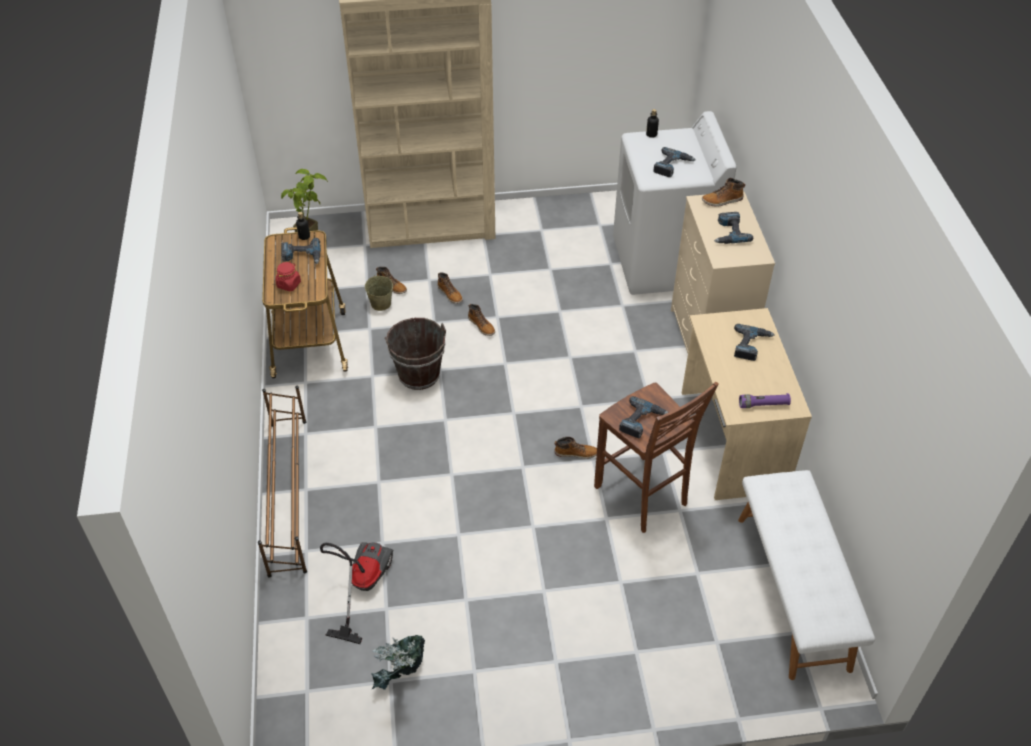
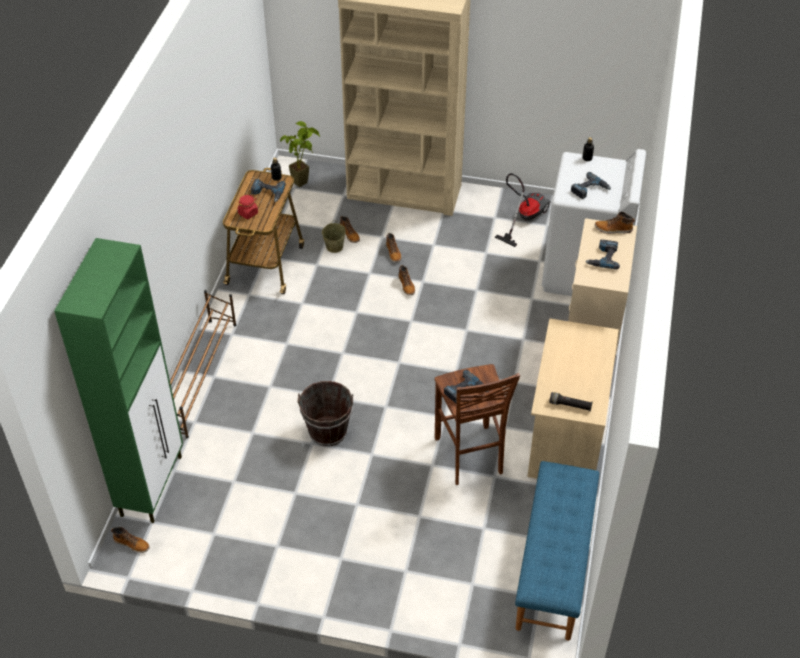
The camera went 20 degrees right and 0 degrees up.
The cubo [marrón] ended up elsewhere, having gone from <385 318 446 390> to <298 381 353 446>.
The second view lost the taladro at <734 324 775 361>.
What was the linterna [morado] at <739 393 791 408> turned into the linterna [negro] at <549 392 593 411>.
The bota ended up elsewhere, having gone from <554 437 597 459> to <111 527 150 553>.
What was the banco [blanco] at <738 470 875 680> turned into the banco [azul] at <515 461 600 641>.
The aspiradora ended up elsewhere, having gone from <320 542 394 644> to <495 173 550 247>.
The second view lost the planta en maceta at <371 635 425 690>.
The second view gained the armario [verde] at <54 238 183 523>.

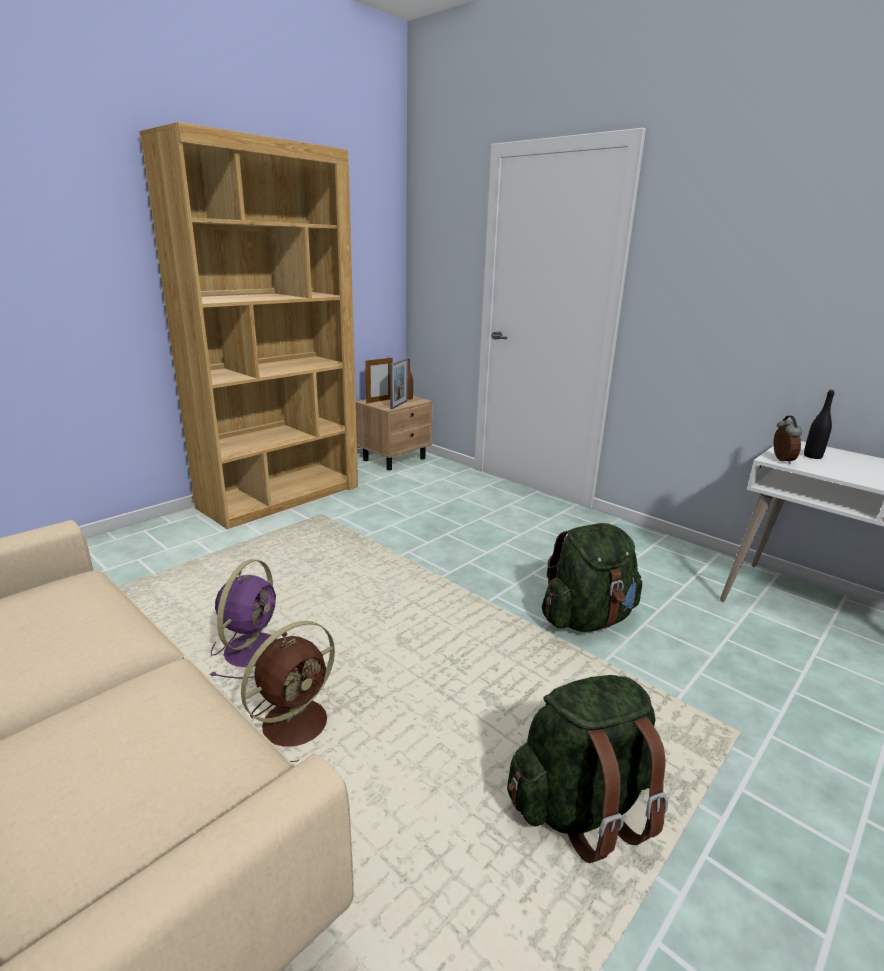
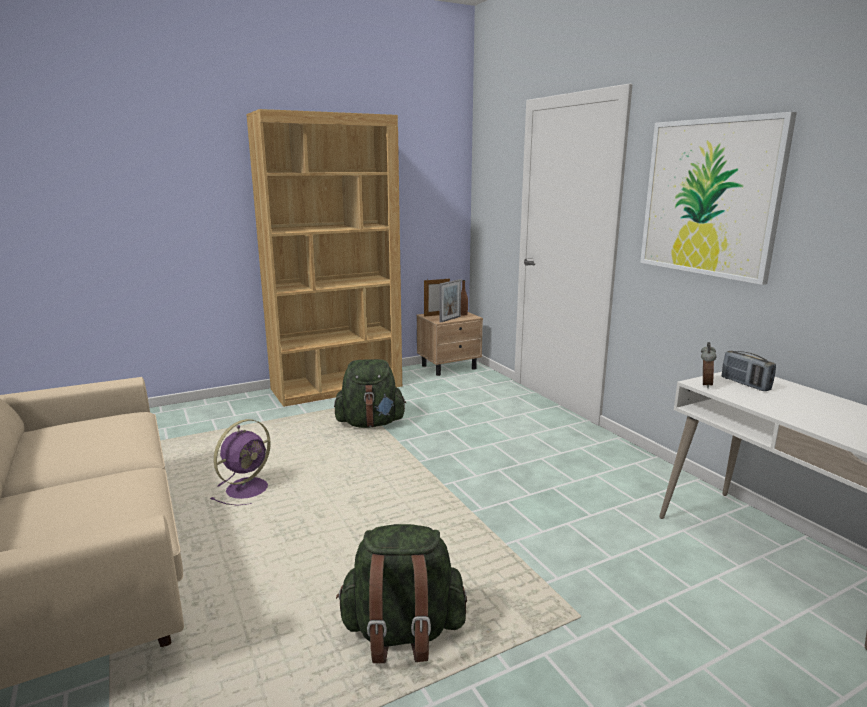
The camera went 20 degrees right and 5 degrees down.
Where the botella [negro] stood at <804 390 834 459>, the radio came to stand at <722 351 776 391>.
The mochila [verde] ended up elsewhere, having gone from <542 523 642 632> to <334 359 406 428>.
The second view lost the ventilador [marrón] at <241 621 335 762>.
The second view gained the cuadro at <640 112 797 285>.

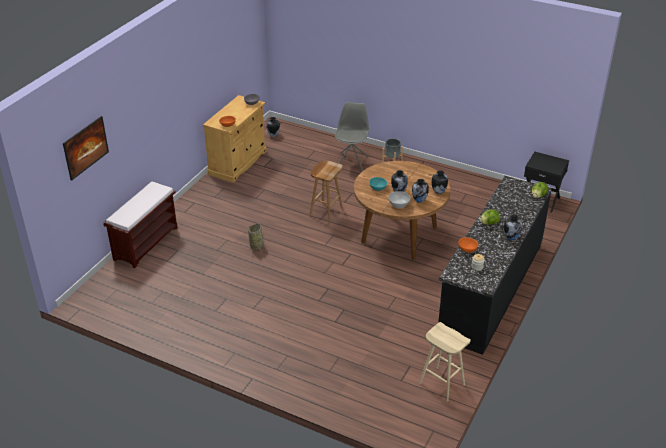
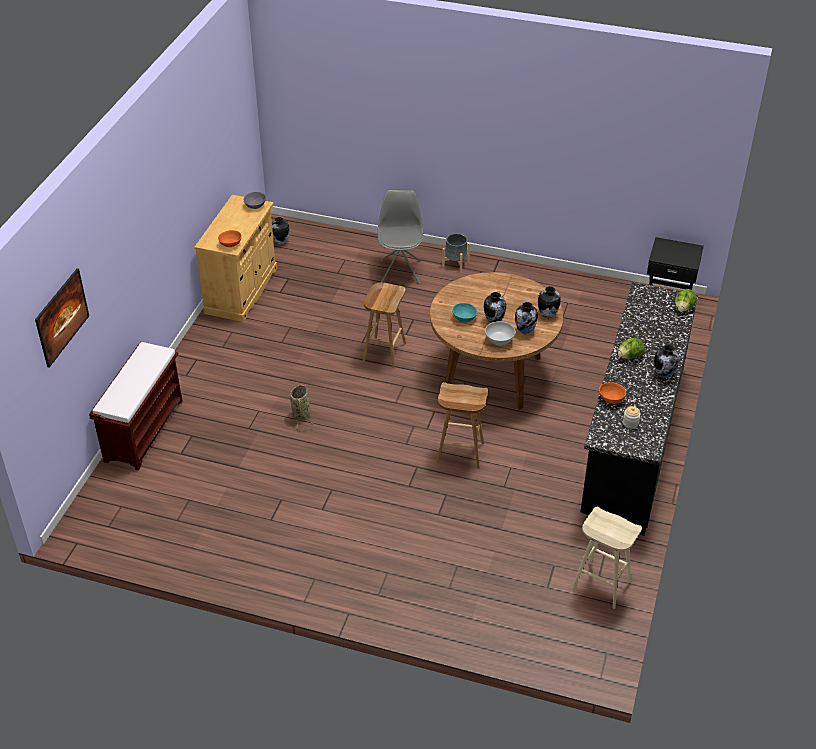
The camera went 10 degrees left and 5 degrees up.
The second view gained the taburete [marrón] at <436 382 488 469>.

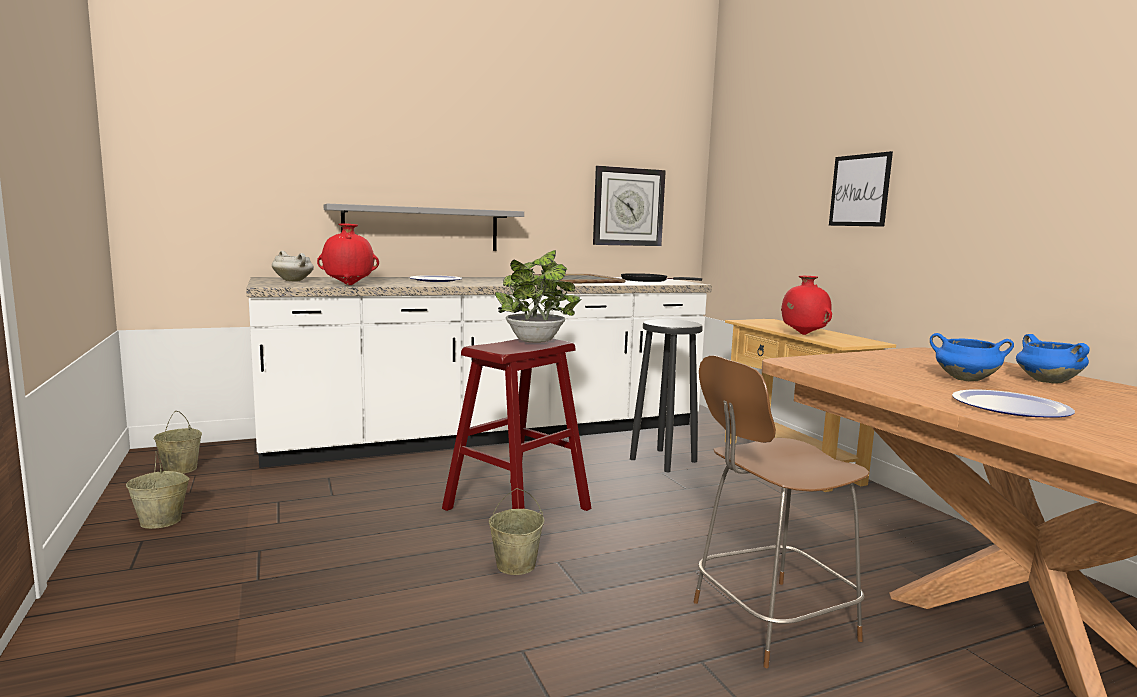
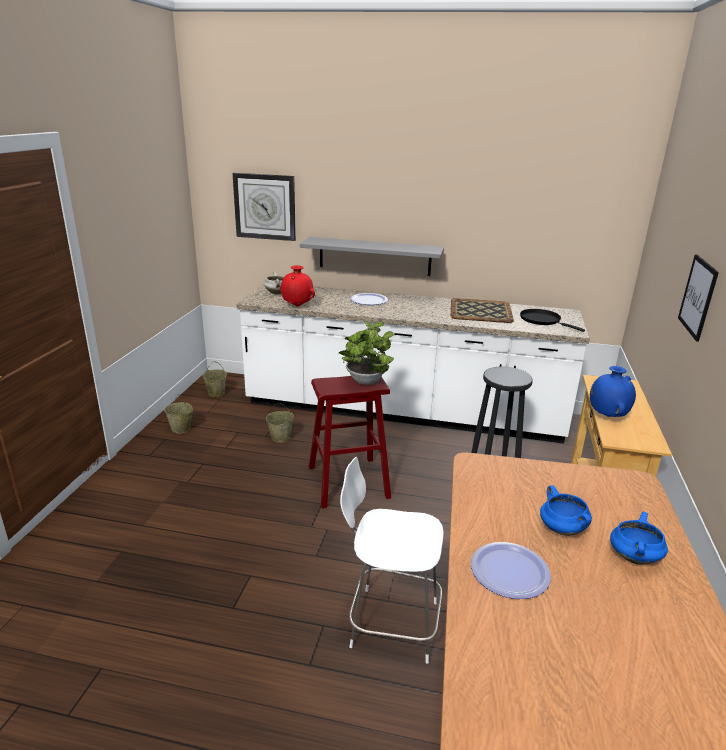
The camera went 35 degrees right and 15 degrees up.
The reloj de pared ended up elsewhere, having gone from <593 166 666 246> to <232 173 296 241>.
What was the florero [rojo] at <781 276 832 335> turned into the florero [azul] at <590 366 636 417>.
What was the silla [marrón] at <694 355 870 668> turned into the silla [blanco] at <340 457 444 664>.
The cubo [beis] ended up elsewhere, having gone from <489 488 544 575> to <266 403 294 443>.

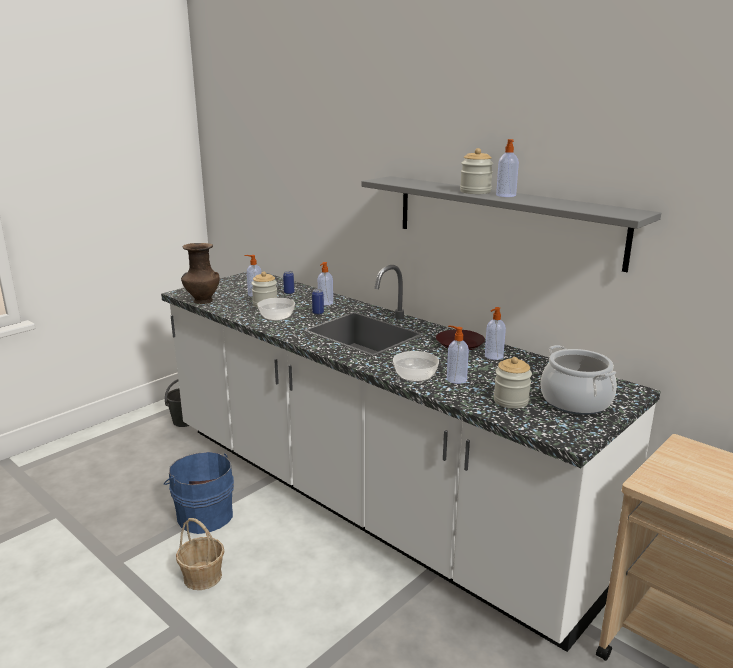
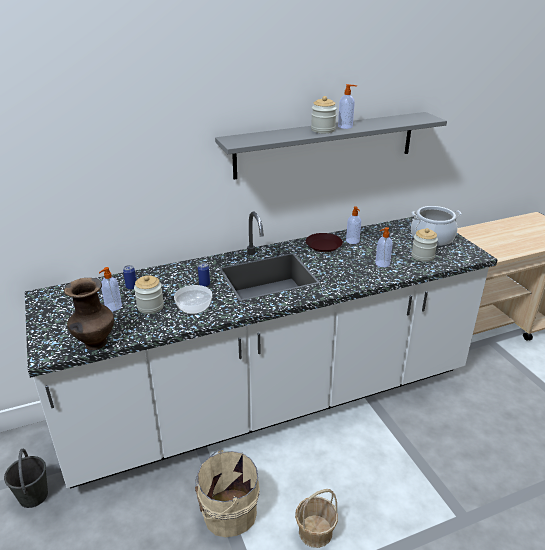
The camera went 65 degrees left and 10 degrees up.
The second view lost the dispensador de jabón at <318 262 333 305>.
The second view lost the cuenco at <393 351 439 382>.
What was the cubo [azul] at <164 452 234 534> turned into the cubo [beis] at <195 450 260 537>.

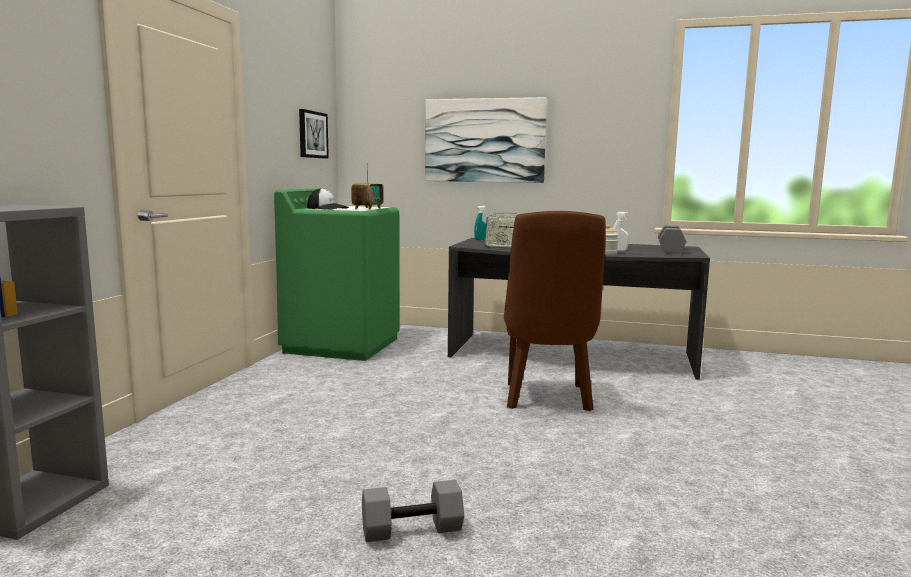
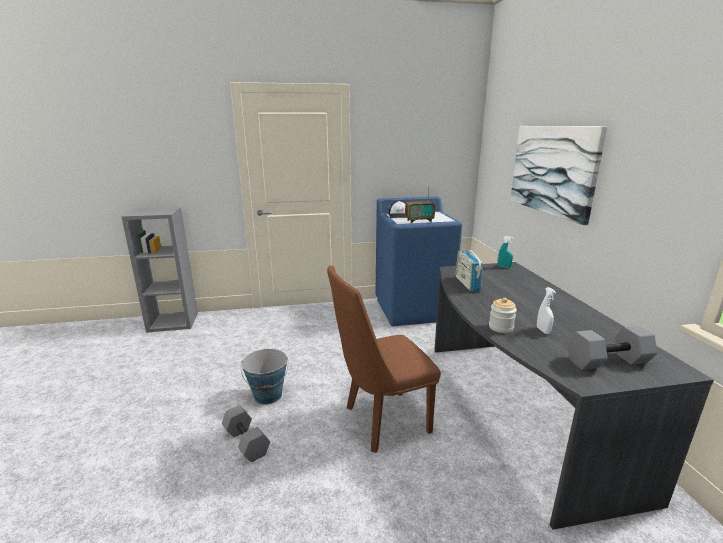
The camera went 65 degrees right and 10 degrees up.
The second view lost the cuadro at <299 109 329 159>.
What was the lavadora [verde] at <274 188 399 361> turned into the lavadora [azul] at <375 197 462 326>.
The mancuerna [gris] ended up elsewhere, having gone from <362 480 464 542> to <222 405 270 462>.
The second view gained the cubo at <241 349 288 405>.

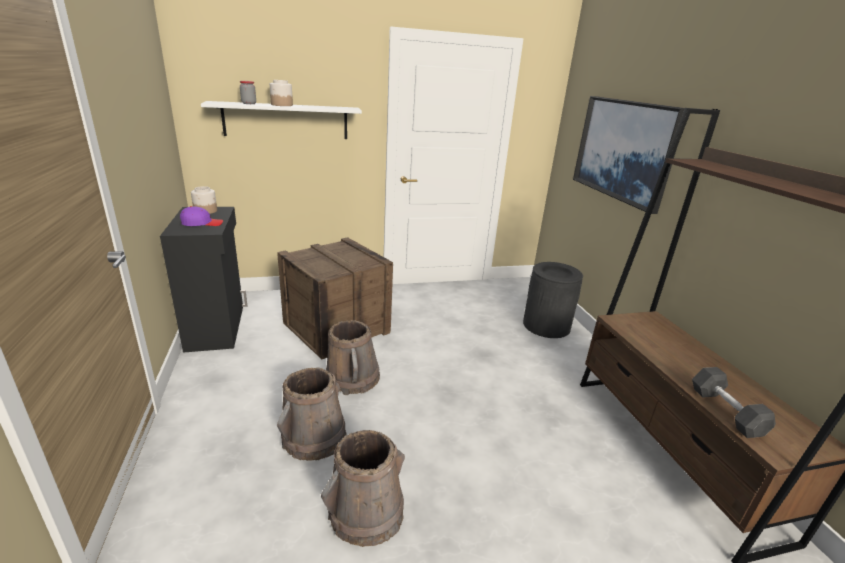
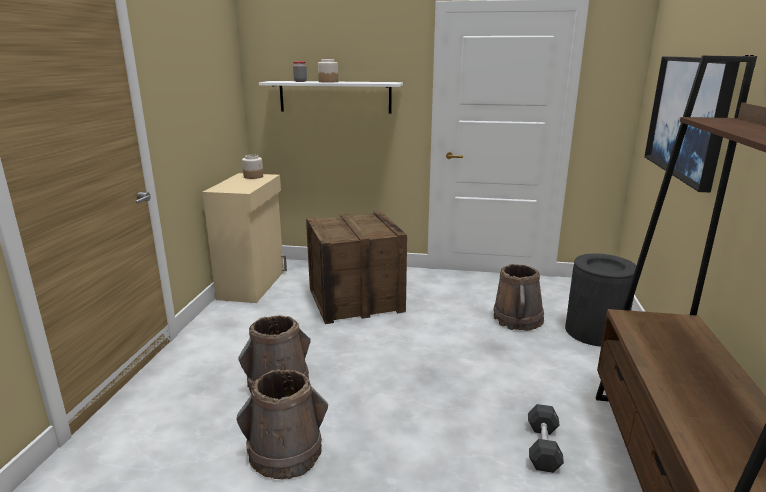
The camera went 25 degrees right and 5 degrees down.
The second view lost the gorra [morado] at <180 206 223 226>.
What was the armario [negro] at <160 207 247 353> turned into the armario [beis] at <203 173 287 303>.
The cubo [marrón] ended up elsewhere, having gone from <326 320 380 395> to <493 264 544 331>.
The mancuerna [gris] ended up elsewhere, having gone from <692 367 776 438> to <528 404 564 473>.

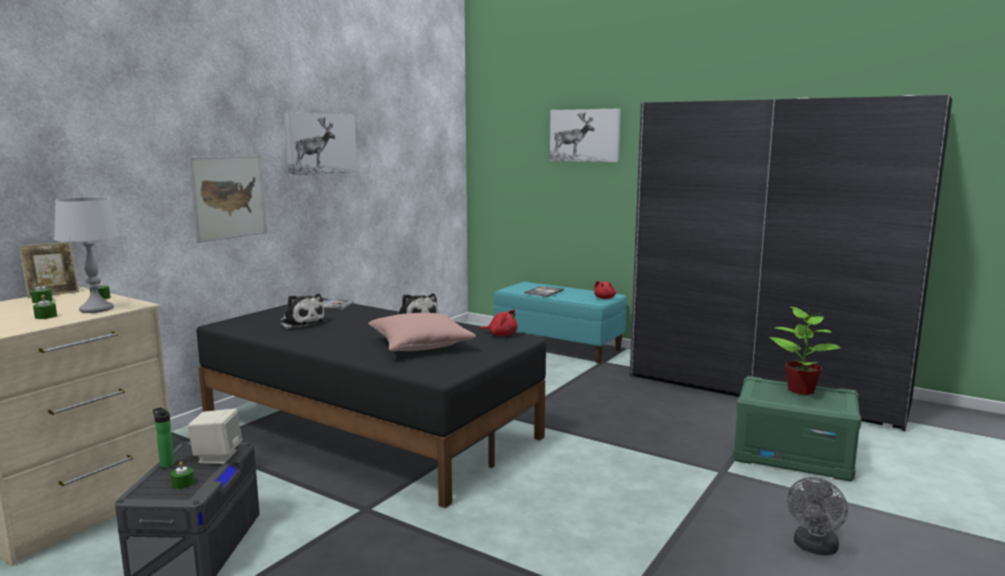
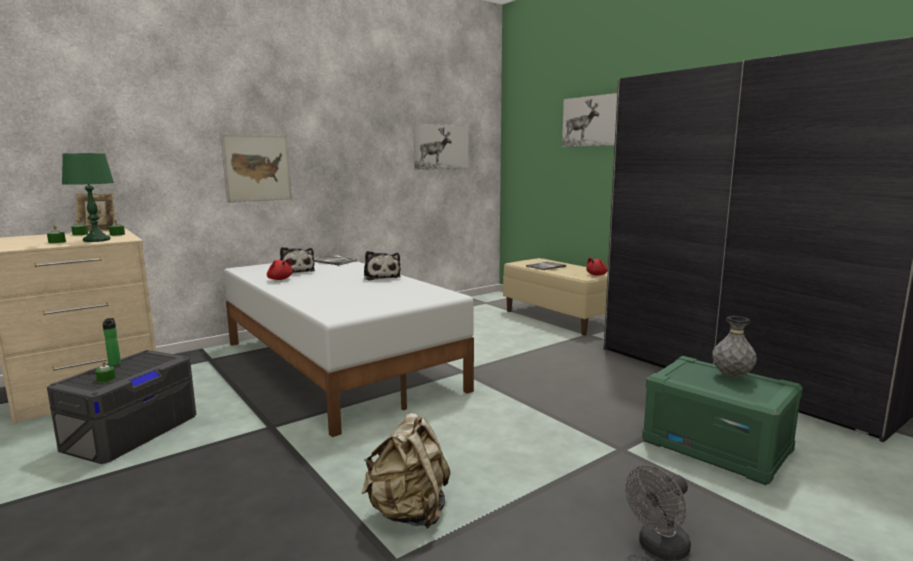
The camera went 20 degrees right and 0 degrees up.
The cuadro ended up elsewhere, having gone from <284 113 357 176> to <413 124 468 170>.
What was the lámpara de mesa [gris] at <54 197 120 313> turned into the lámpara de mesa [verde] at <62 153 114 242>.
What was the banco [turquesa] at <494 282 627 363> turned into the banco [beis] at <503 258 608 335>.
What was the cama [negro] at <196 298 546 508> turned into the cama [blanco] at <224 255 474 437>.
Where the planta en maceta stood at <769 306 841 395>, the florero [gris] came to stand at <712 316 757 378>.
The peluche [rojo] ended up elsewhere, having gone from <480 310 518 336> to <267 259 293 280>.
The second view lost the cojín [rosa] at <368 313 476 351>.
The second view lost the altavoz [beis] at <188 409 242 464>.
The second view gained the mochila [beis] at <361 413 451 529>.

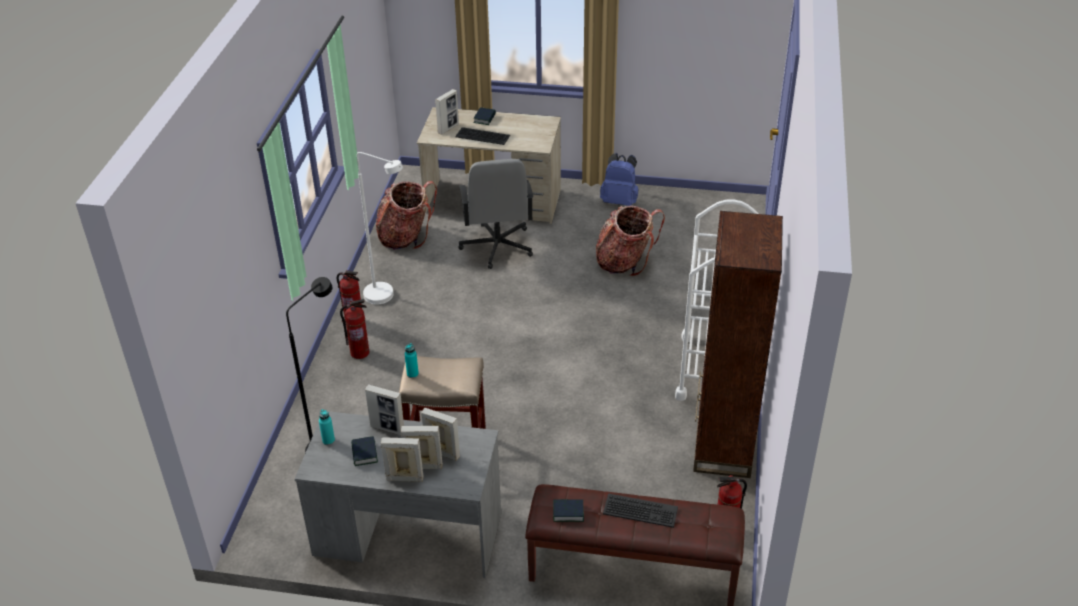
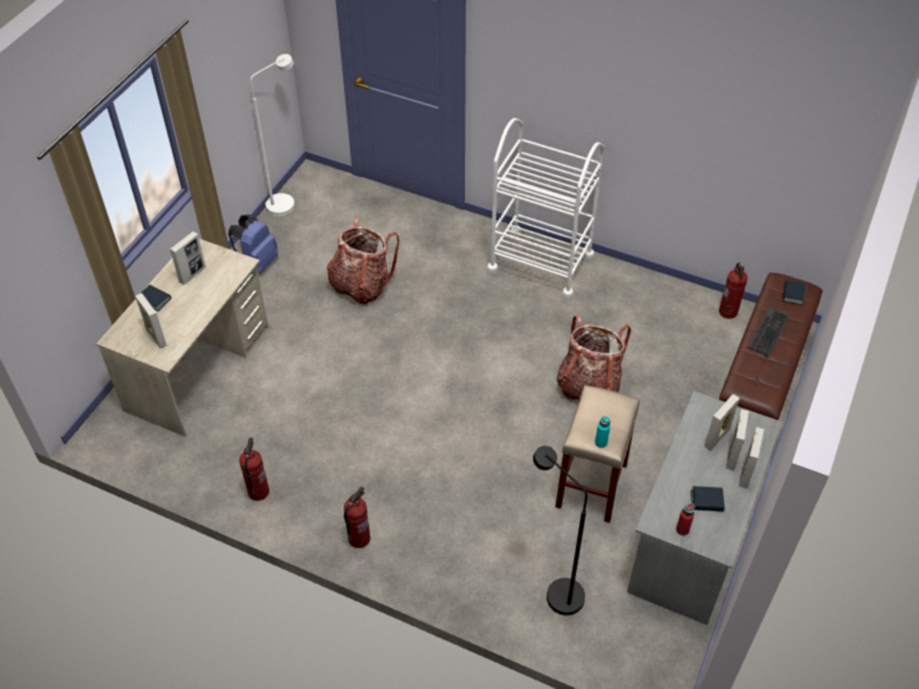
The camera went 75 degrees left and 10 degrees up.
The second view lost the teclado at <455 127 510 145>.
The lámpara de pie [blanco] ended up elsewhere, having gone from <357 152 403 305> to <250 54 295 216>.
The second view lost the silla de oficina [gris] at <459 159 533 269>.
The mochila ended up elsewhere, having gone from <376 181 437 250> to <557 315 631 400>.
The second view lost the estantería [marrón] at <693 211 783 478>.
The extintor ended up elsewhere, having gone from <340 299 370 359> to <239 437 269 501>.
The portarretratos ended up elsewhere, having gone from <365 384 404 435> to <170 231 206 285>.
What was the botella [turquesa] at <319 409 335 445> turned into the botella [rojo] at <676 503 695 536>.
The libro ended up elsewhere, having gone from <553 499 584 522> to <782 280 805 305>.

